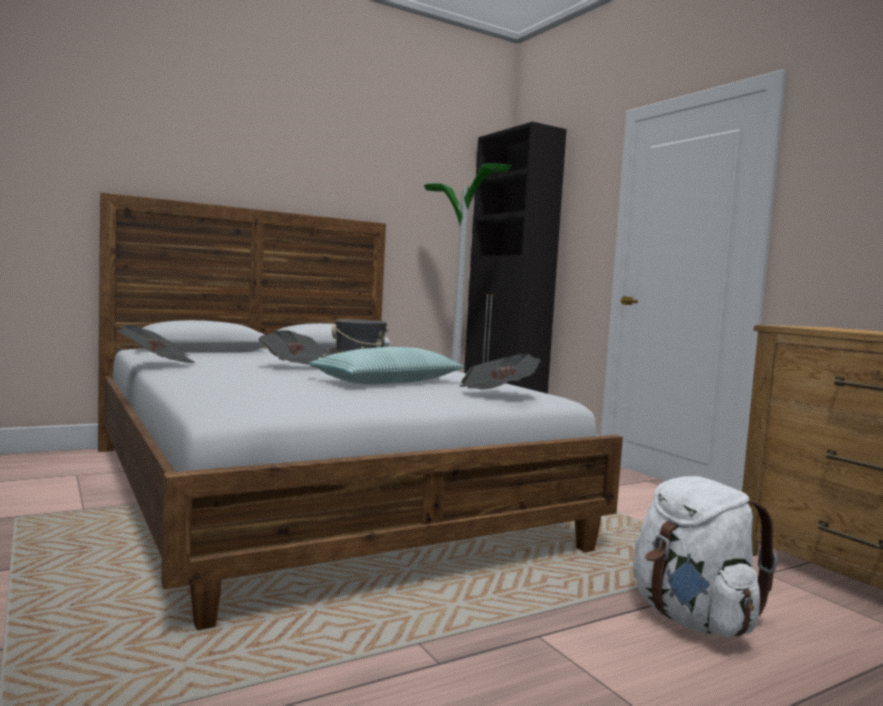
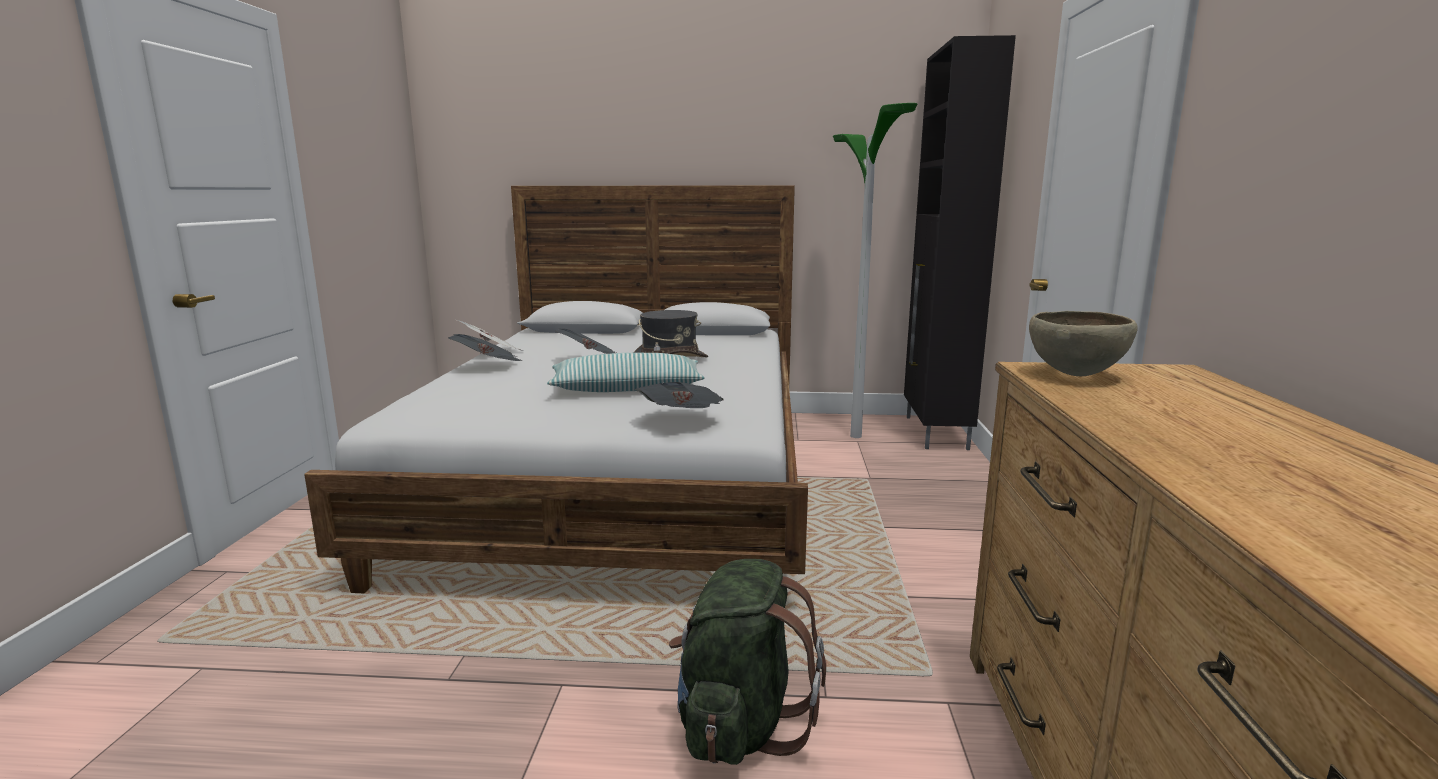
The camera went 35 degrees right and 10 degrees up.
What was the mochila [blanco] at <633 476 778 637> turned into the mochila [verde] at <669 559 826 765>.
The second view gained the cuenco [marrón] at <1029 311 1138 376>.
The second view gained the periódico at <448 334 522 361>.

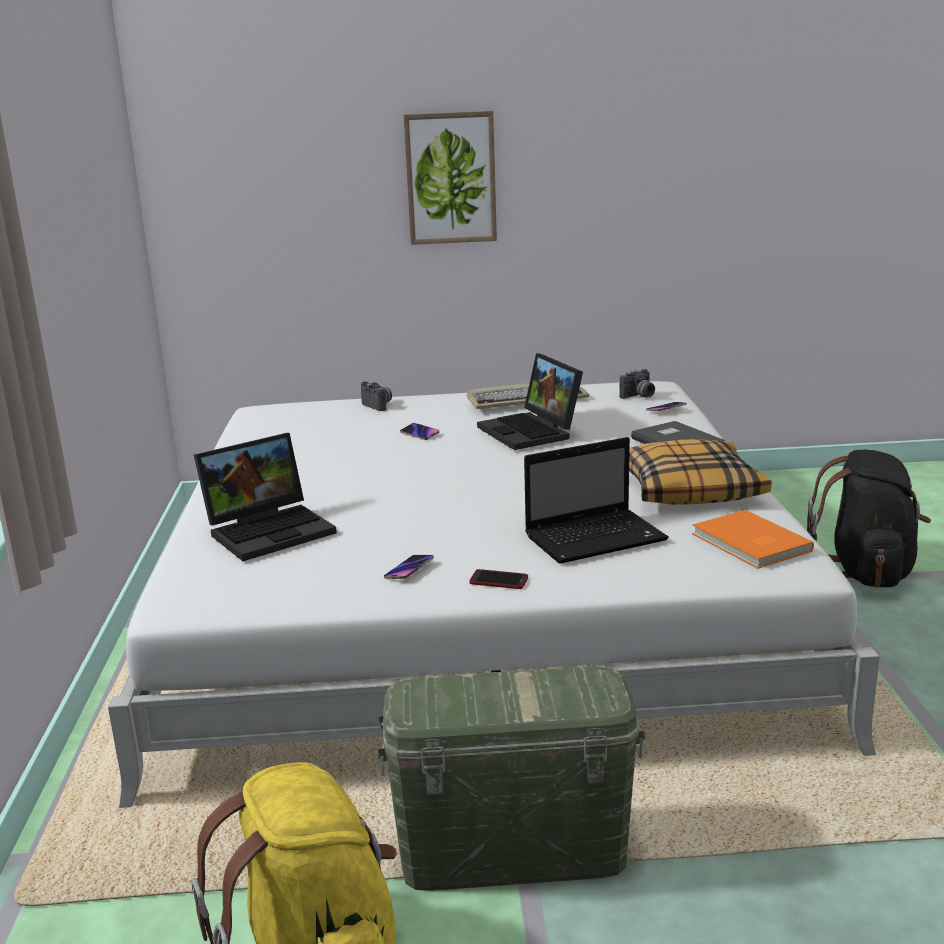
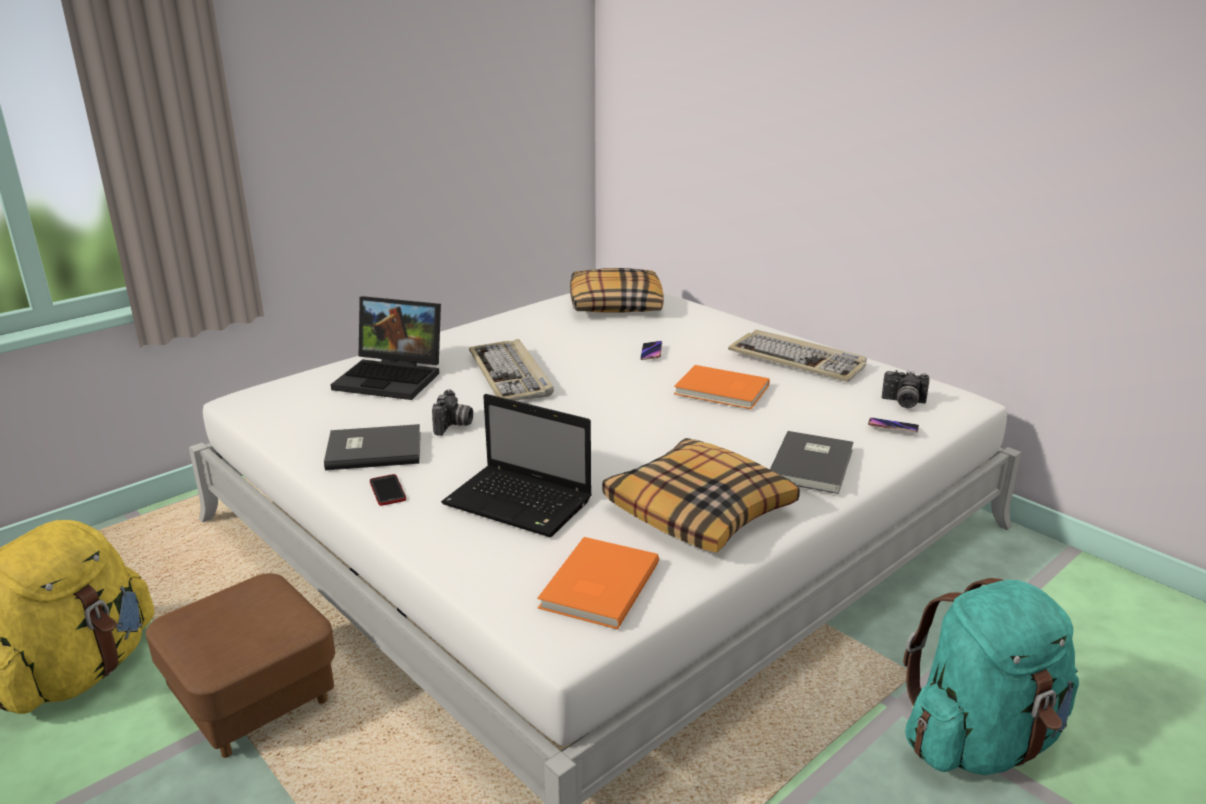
The camera went 50 degrees right and 5 degrees up.
The second view lost the cuadro at <404 111 497 245>.
Where the portátil stood at <477 353 583 450>, the libro [naranja] came to stand at <674 365 769 409>.
The cámara ended up elsewhere, having gone from <361 381 392 411> to <432 389 473 436>.
What was the mochila [negro] at <807 450 931 588> turned into the mochila [turquesa] at <903 578 1079 775>.
Where the móvil stood at <384 555 434 579>, the libro [gris] came to stand at <324 424 421 471>.
Where the caja de almacenaje [verde] stood at <377 666 646 891>, the puf [marrón] came to stand at <146 573 335 758>.
The second view gained the cojín at <570 268 664 313>.
The second view gained the teclado at <469 339 554 401>.

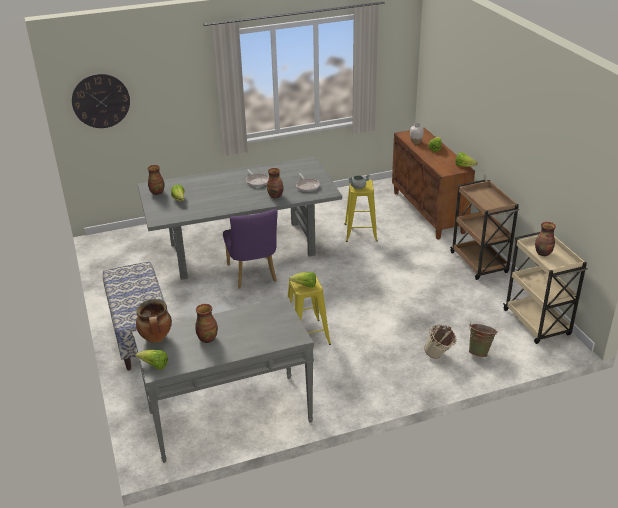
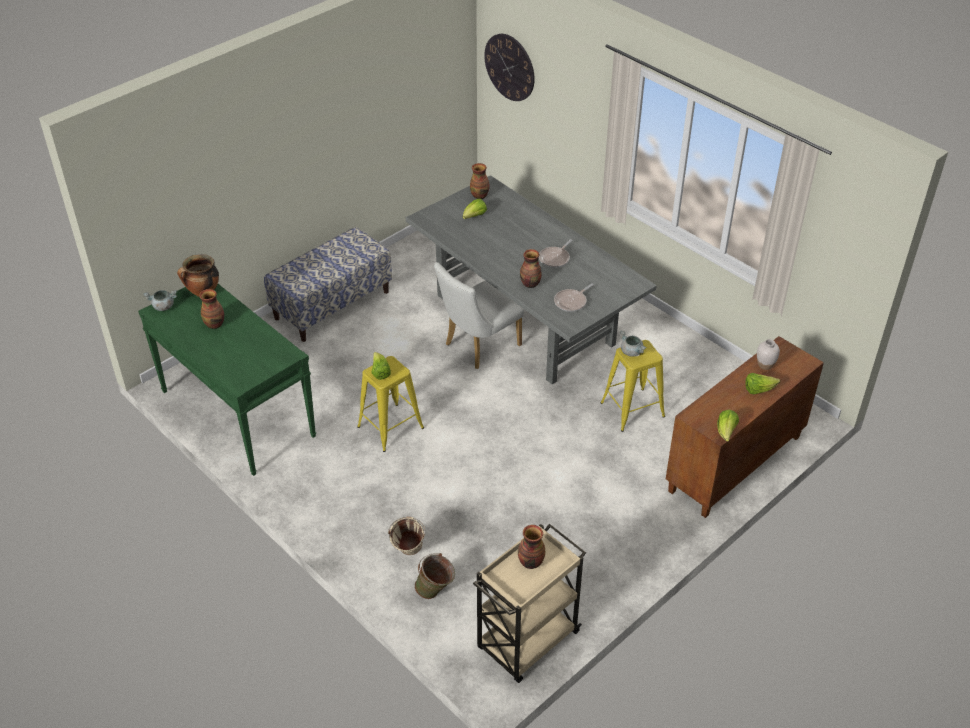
The camera went 65 degrees right and 10 degrees up.
The second view lost the carrito [marrón] at <450 180 519 280>.
What was the silla [morado] at <223 209 278 289> turned into the silla [blanco] at <434 262 524 369>.
What was the mesa consola [gris] at <132 297 314 463> turned into the mesa consola [verde] at <138 284 316 476>.
Where the lechuga stood at <135 350 168 370>, the olla [gris] came to stand at <143 290 177 311>.

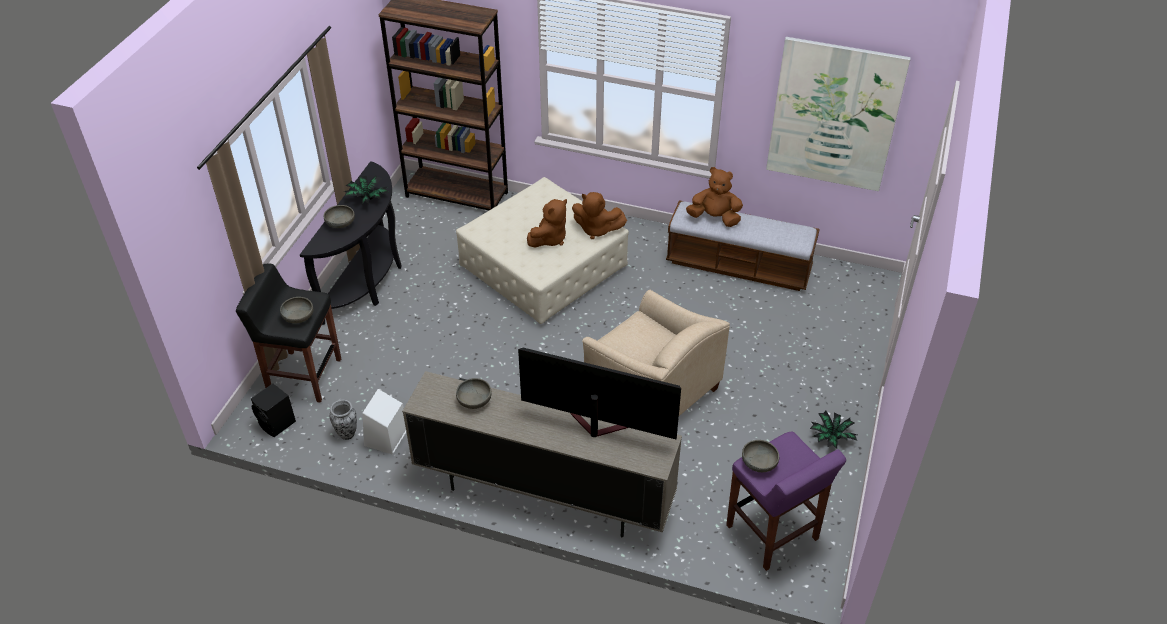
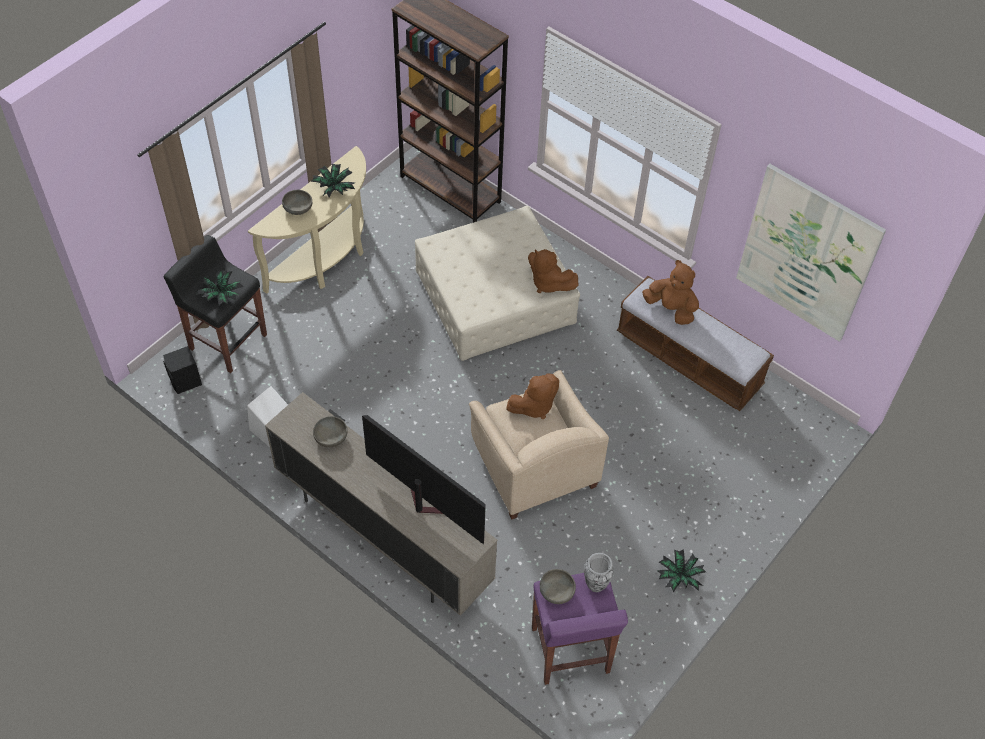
The camera went 20 degrees right and 10 degrees up.
What was the mesa consola [negro] at <300 161 402 325> turned into the mesa consola [beis] at <248 146 366 294>.
The peluche [marrón] ended up elsewhere, having gone from <527 199 567 248> to <506 374 559 419>.
Where the cuenco [gris] stood at <280 297 313 324>, the planta en maceta came to stand at <196 270 243 305>.
The florero ended up elsewhere, having gone from <330 400 357 440> to <584 553 614 592>.

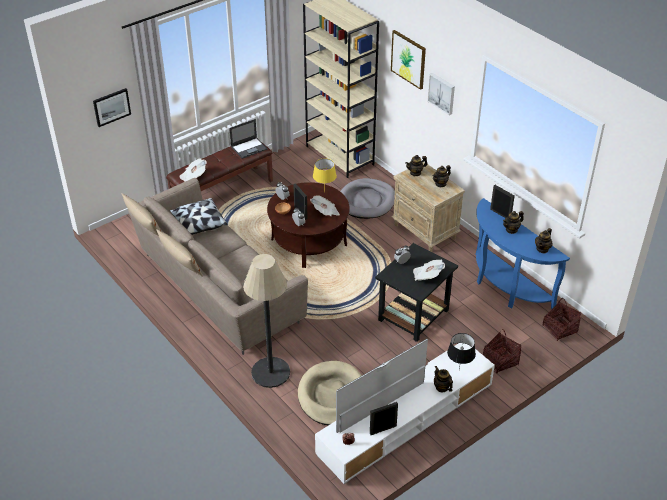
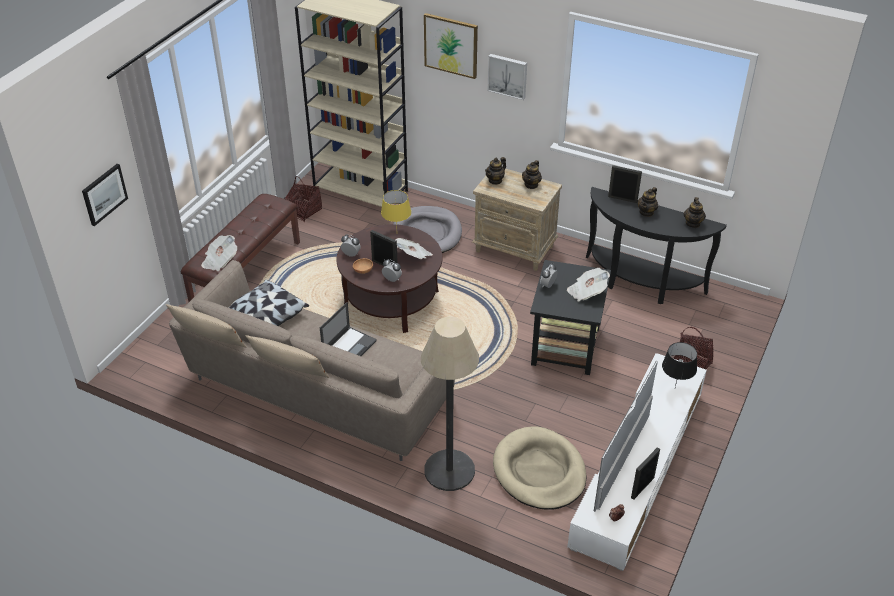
The camera went 25 degrees left and 0 degrees up.
The portátil ended up elsewhere, having gone from <230 119 268 159> to <320 302 377 356>.
What was the mesa consola [azul] at <475 198 570 310> turned into the mesa consola [negro] at <586 187 727 304>.
The cesta ended up elsewhere, having gone from <542 298 581 341> to <284 176 322 222>.
The second view lost the tetera at <434 366 453 392>.

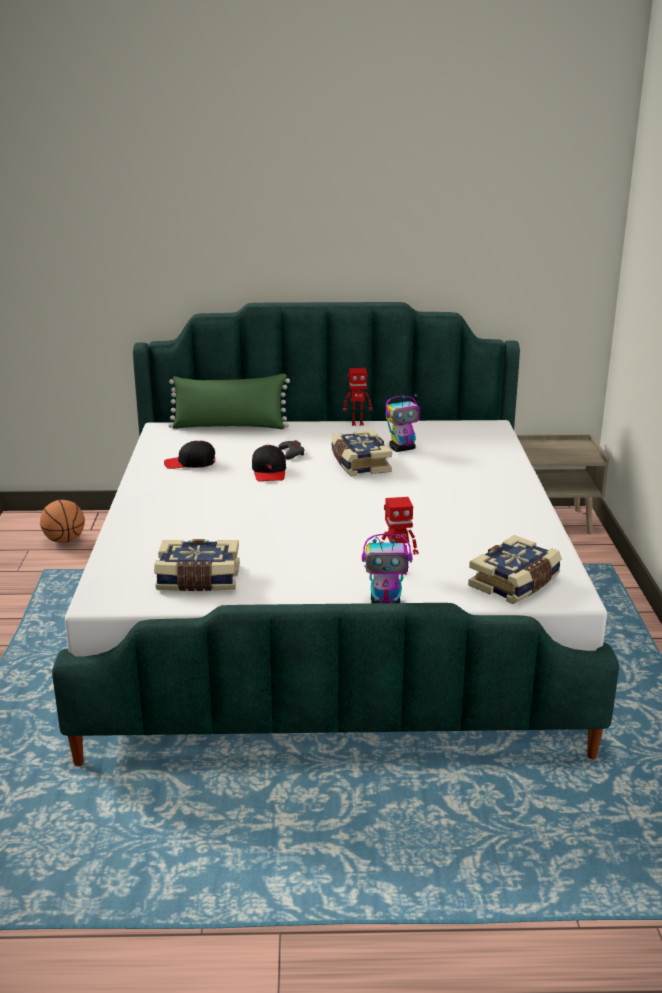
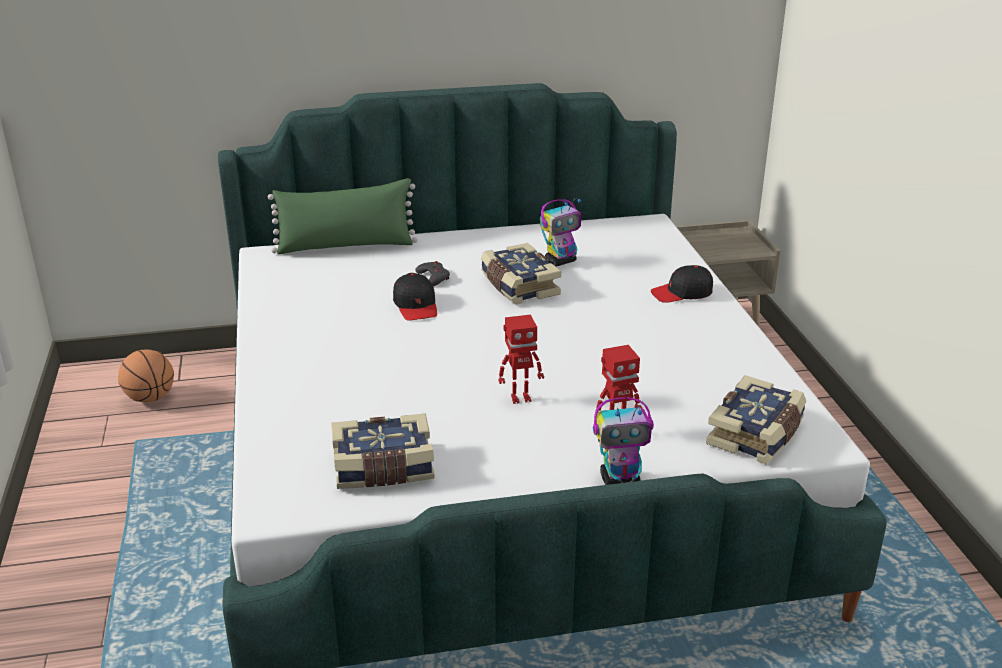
The camera went 10 degrees left and 5 degrees up.
The robot de juguete ended up elsewhere, having gone from <343 368 372 426> to <498 315 544 404>.
The gorra [negro] ended up elsewhere, having gone from <164 441 215 469> to <651 265 713 303>.

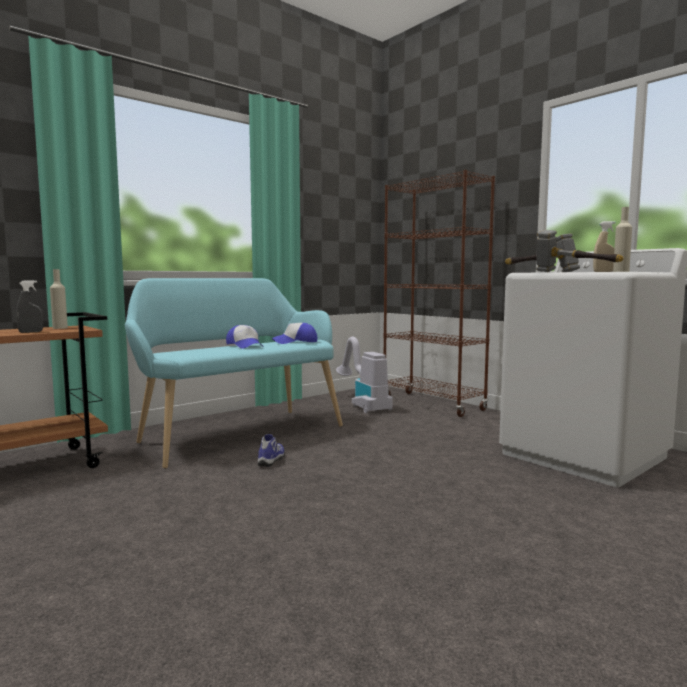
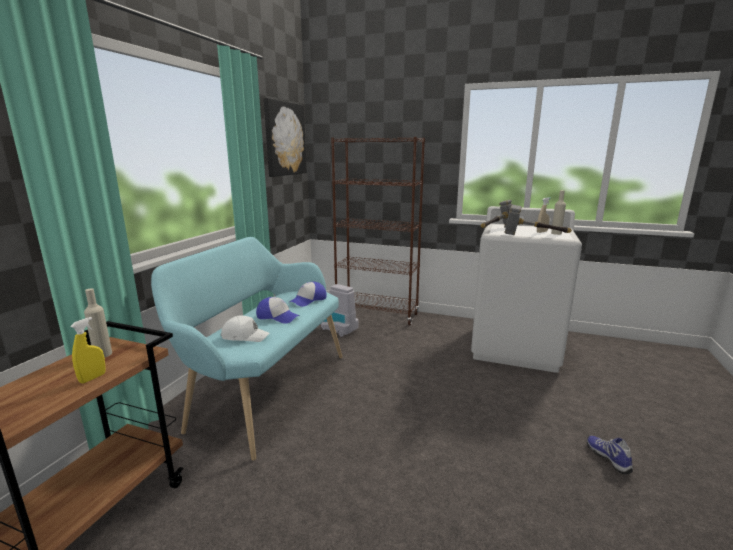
The camera went 30 degrees left and 10 degrees up.
What was the pulverizador [gris] at <16 280 43 333> turned into the pulverizador [amarillo] at <70 317 106 384>.
The zapato ended up elsewhere, having gone from <258 434 285 467> to <587 435 633 474>.
The second view gained the cuadro at <264 98 307 177>.
The second view gained the gorra [blanco] at <221 315 269 342>.

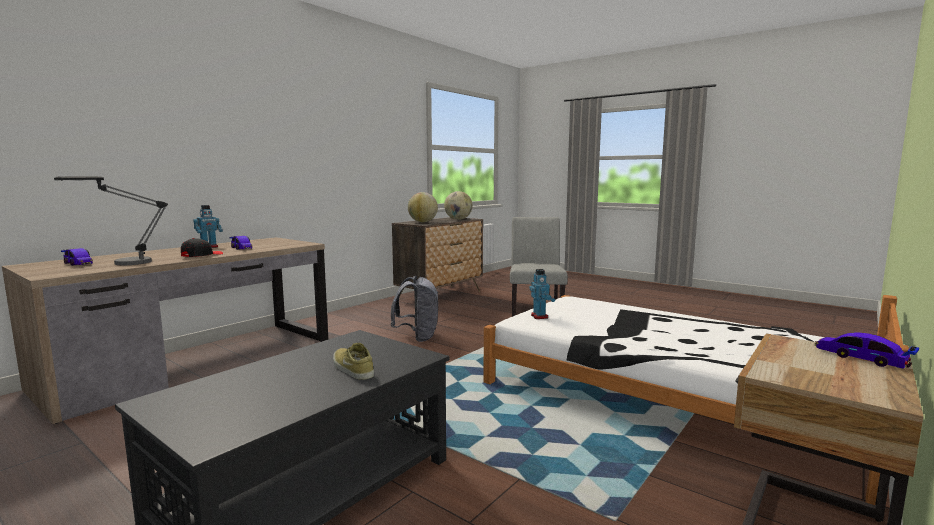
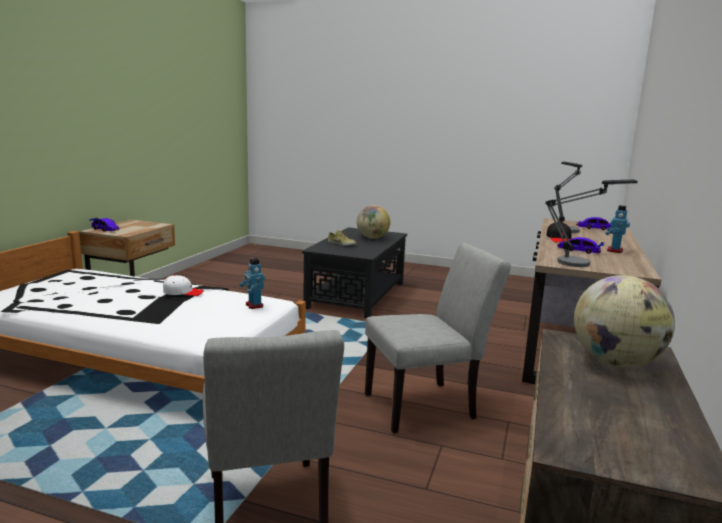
The camera went 160 degrees right and 5 degrees up.
The globo terráqueo ended up elsewhere, having gone from <444 191 473 220> to <357 205 390 239>.
Where the mochila [gris] stood at <391 276 438 342>, the silla [gris] came to stand at <365 243 511 433>.
The second view gained the lámpara de mesa at <545 180 638 267>.
The second view gained the gorra [blanco] at <163 275 204 296>.

